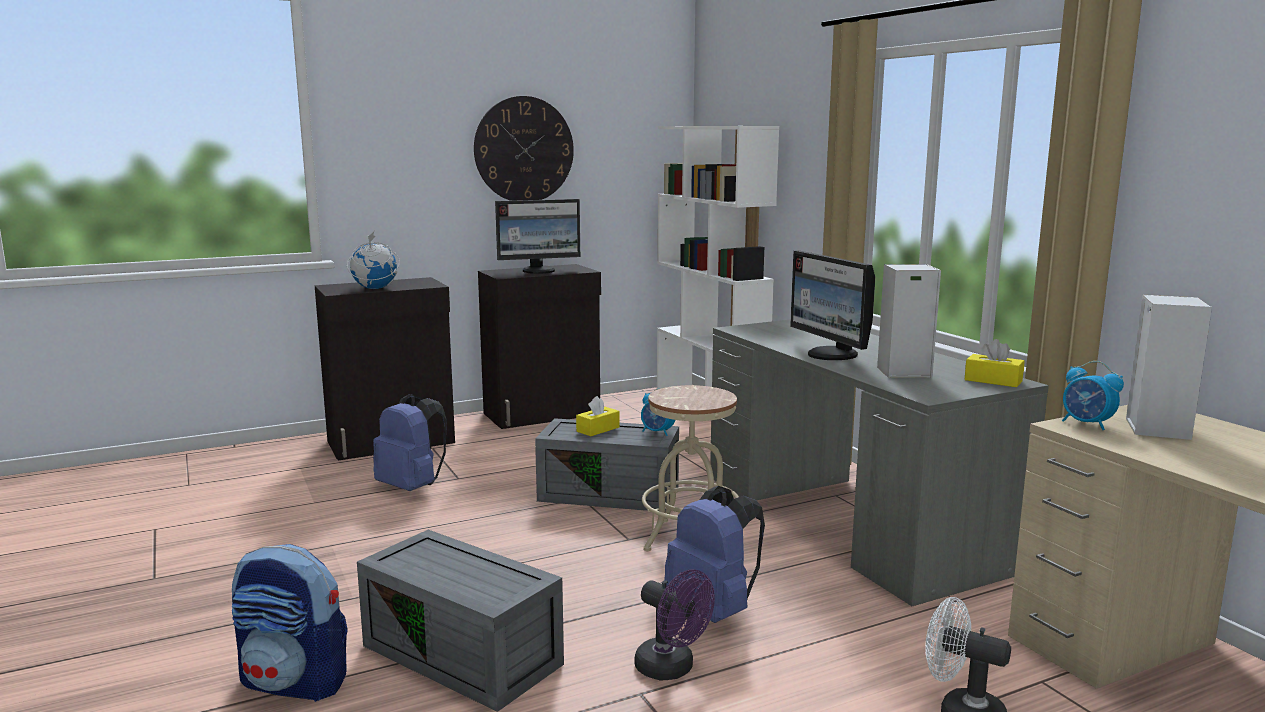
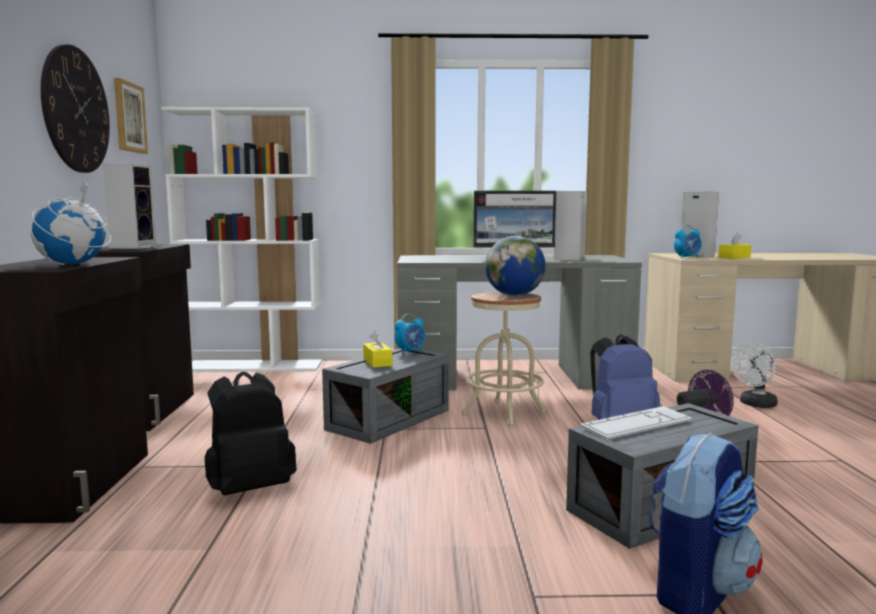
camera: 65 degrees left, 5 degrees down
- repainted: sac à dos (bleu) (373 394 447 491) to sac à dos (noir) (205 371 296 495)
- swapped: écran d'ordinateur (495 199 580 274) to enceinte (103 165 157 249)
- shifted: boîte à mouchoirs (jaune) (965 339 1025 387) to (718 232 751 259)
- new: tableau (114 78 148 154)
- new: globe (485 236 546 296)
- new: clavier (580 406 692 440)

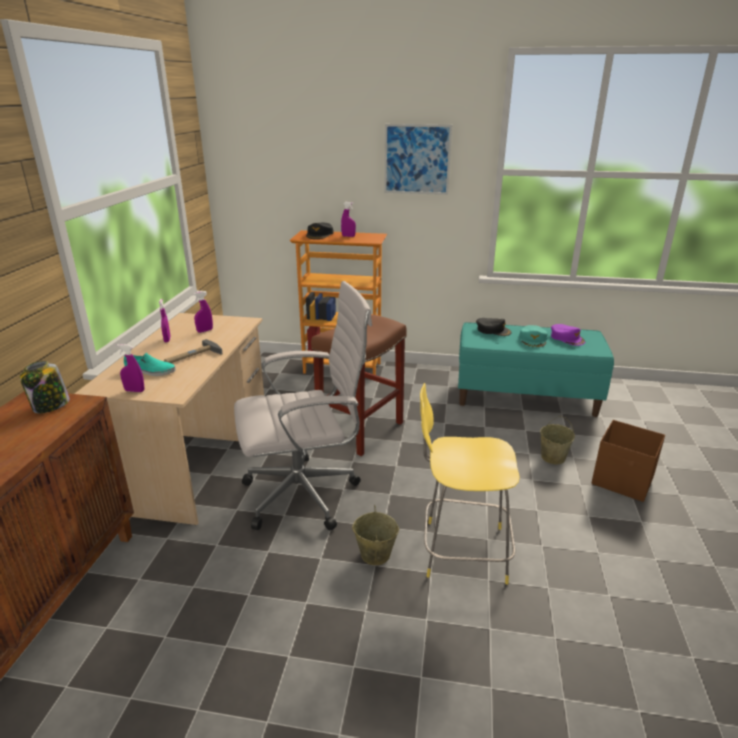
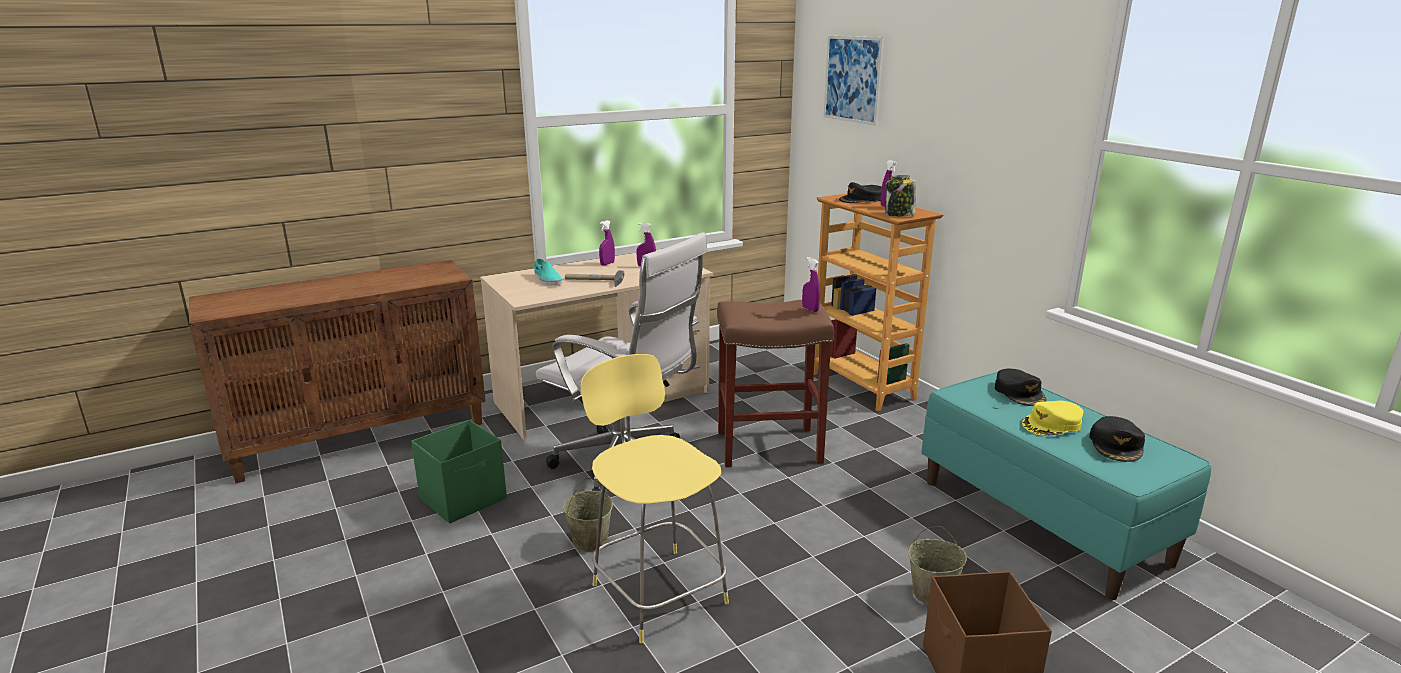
camera: 50 degrees right, 5 degrees down
- shifted: bocal (20 361 70 413) to (886 175 916 217)
- shifted: vaporisateur (violet) (117 344 145 392) to (802 257 820 312)
- shifted: tableau (384 124 452 195) to (824 36 884 126)
- repainted: casquette (turquoise) (519 325 548 348) to casquette (jaune) (1022 401 1084 436)
- repainted: casquette (violet) (551 324 585 346) to casquette (noir) (1089 416 1145 462)
- new: boîte de rangement (vert) (411 420 507 524)

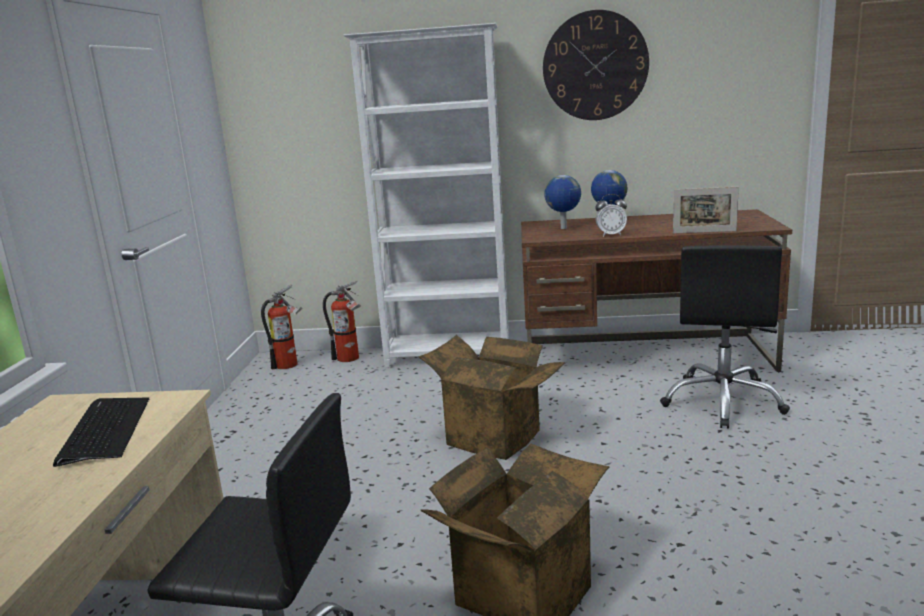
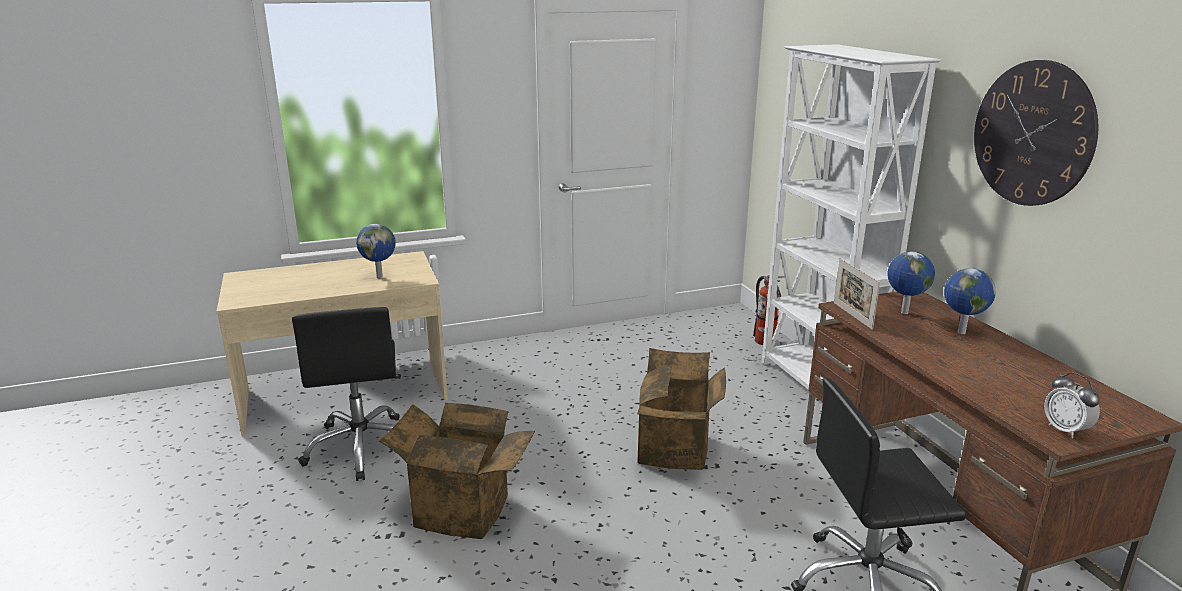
camera: 65 degrees right, 5 degrees up
- swapped: clavier (53 398 149 467) to globe (356 224 396 278)
- gone: extincteur (261 284 302 369)
- shifted: réveil (595 194 627 237) to (1044 372 1100 438)
- shifted: cadre photo (673 187 739 233) to (834 258 880 330)

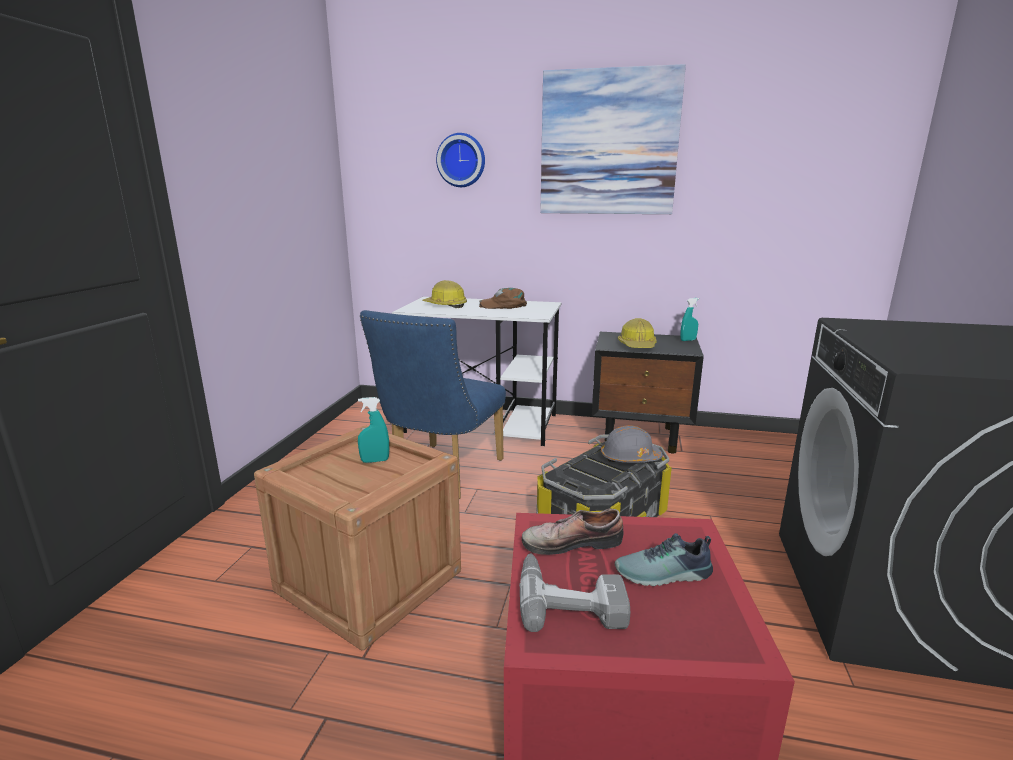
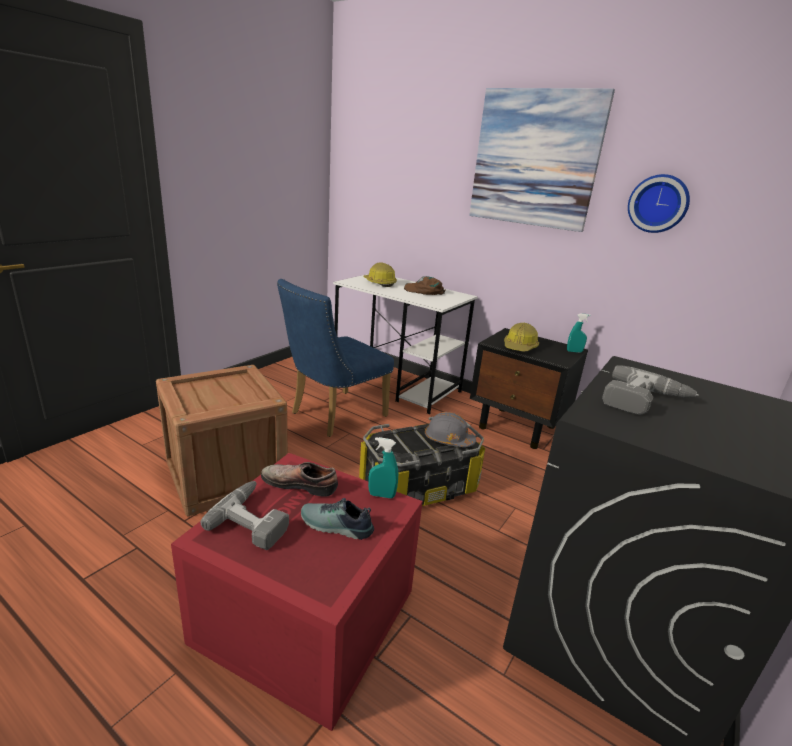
camera: 20 degrees right, 5 degrees up
- shifted: vaporisateur (turquoise) (358 397 389 463) to (368 437 398 498)
- shifted: horloge murale (436 133 485 187) to (628 174 690 233)
- new: perceuse (602 365 698 415)

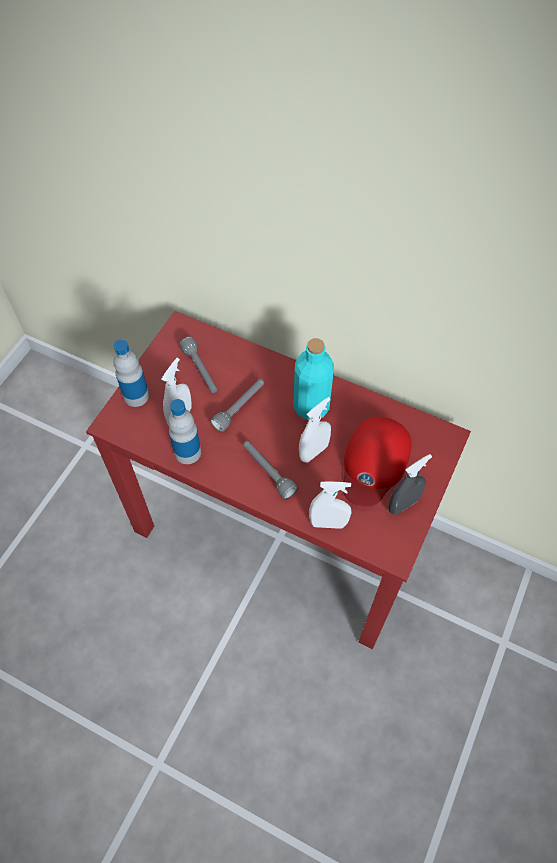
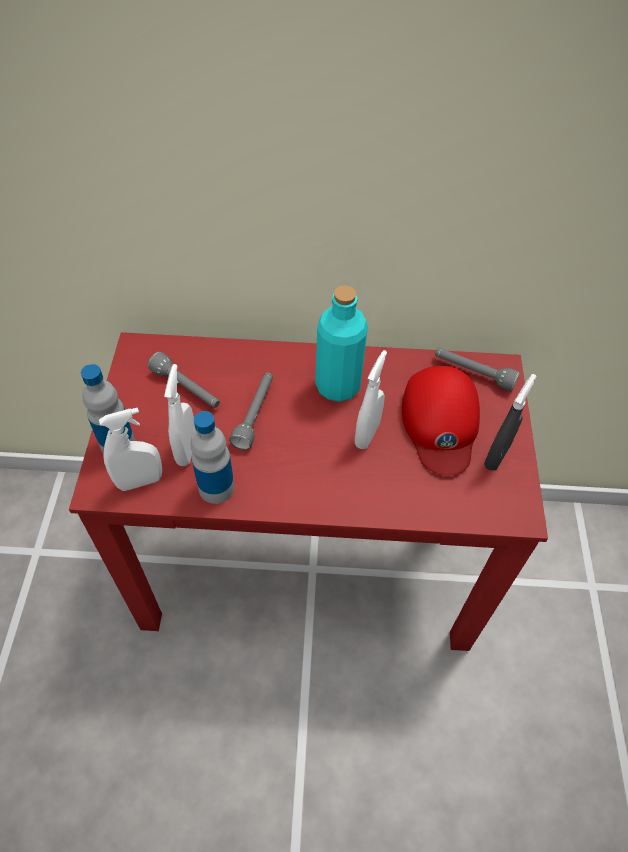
camera: 25 degrees left, 5 degrees down
- shifted: lampe de poche (gris) (243 441 298 499) to (435 348 520 392)
- shifted: vaporisateur (blanc) (309 481 351 529) to (99 407 163 491)

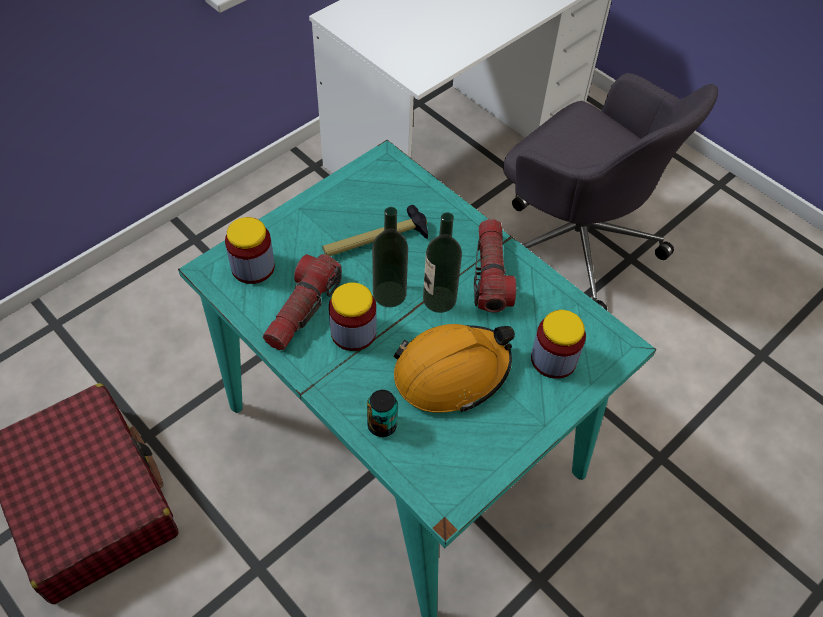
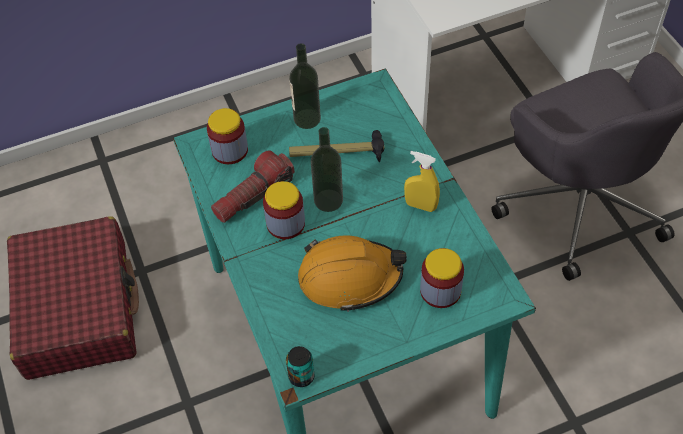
camera: 25 degrees right, 0 degrees up
- shifted: boîte métallique (367 390 398 437) to (286 346 314 387)
- shifted: bouteille (423 213 462 313) to (289 43 321 129)
- swapped: lampe de poche (474 219 516 313) to vaporisateur (jaune) (404 151 440 212)

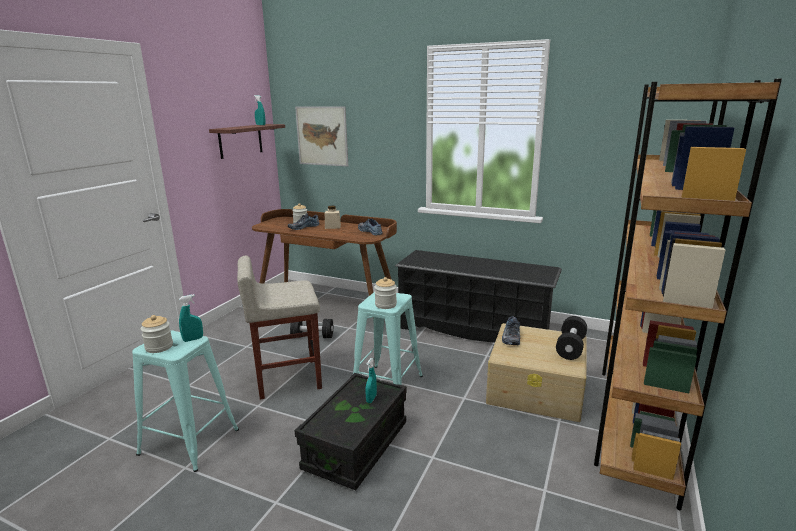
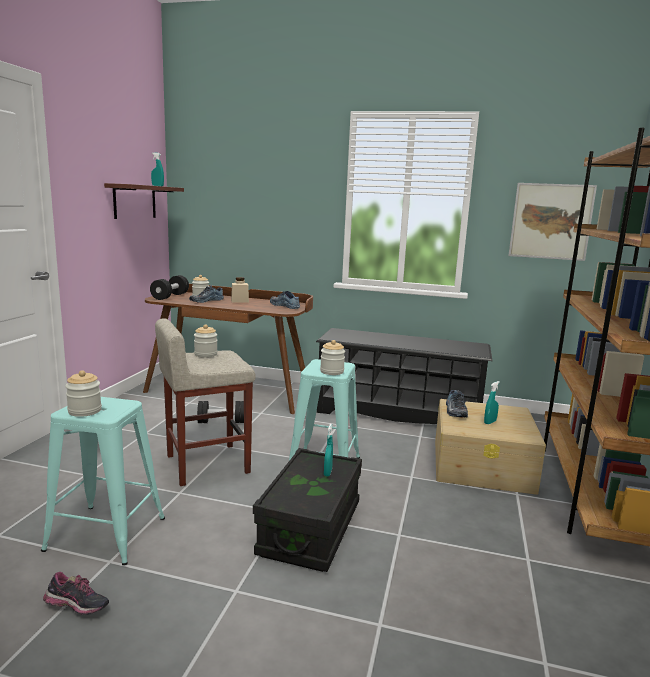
camera: 10 degrees left, 5 degrees down
- shifted: vaporisateur (turquoise) (179 294 203 342) to (484 381 500 424)
- shifted: tableau (295 106 348 166) to (508 183 597 261)
- shifted: haltère (noir) (556 316 587 360) to (150 275 189 300)
- new: chaussure (43 572 109 615)
- new: bocal (194 324 218 358)

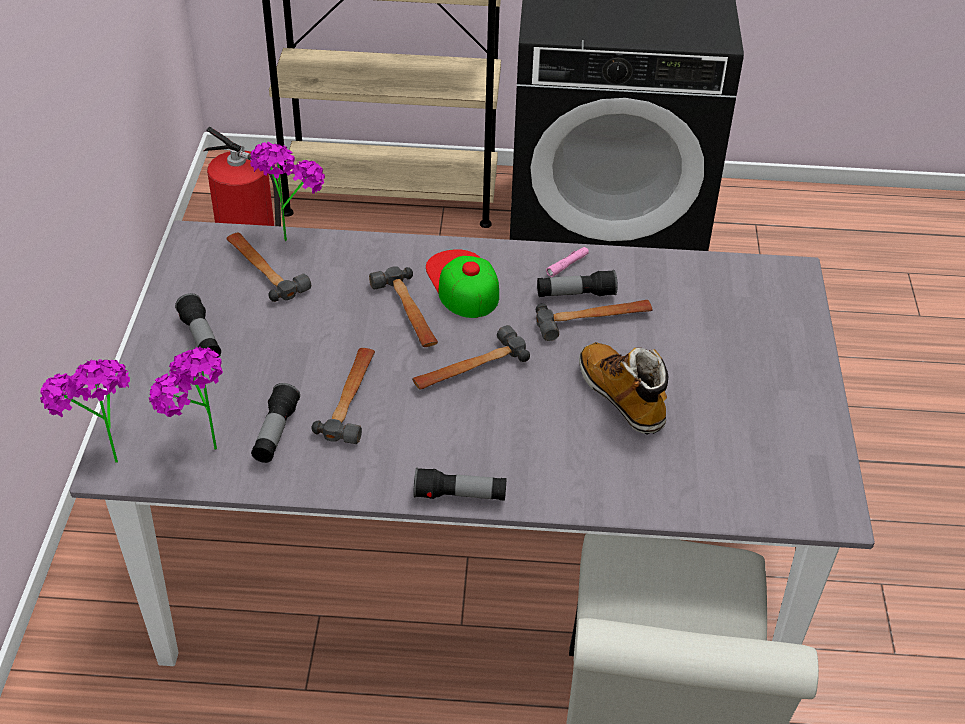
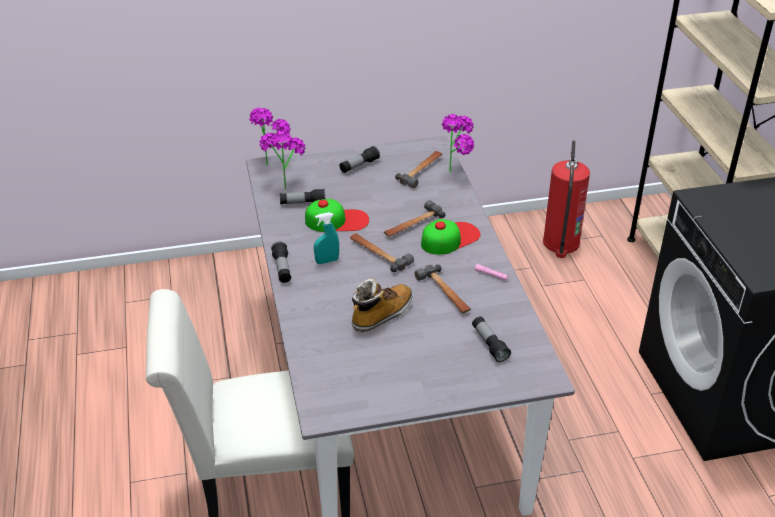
camera: 75 degrees right, 5 degrees down
- swapped: marteau (312 348 375 444) to casquette (305 199 369 232)
- shifted: lampe de poche (537 270 618 297) to (472 317 511 362)
- new: vaporisateur (turquoise) (314 212 339 264)

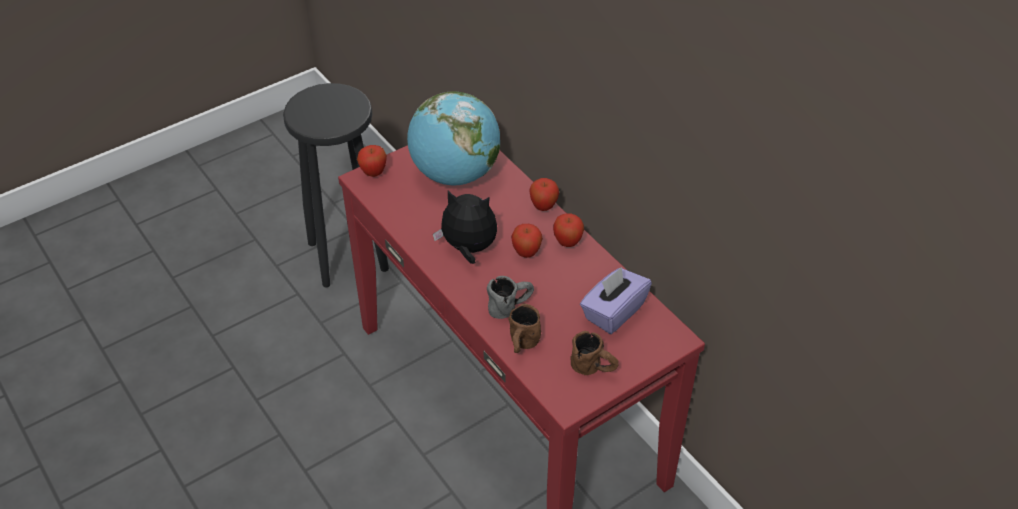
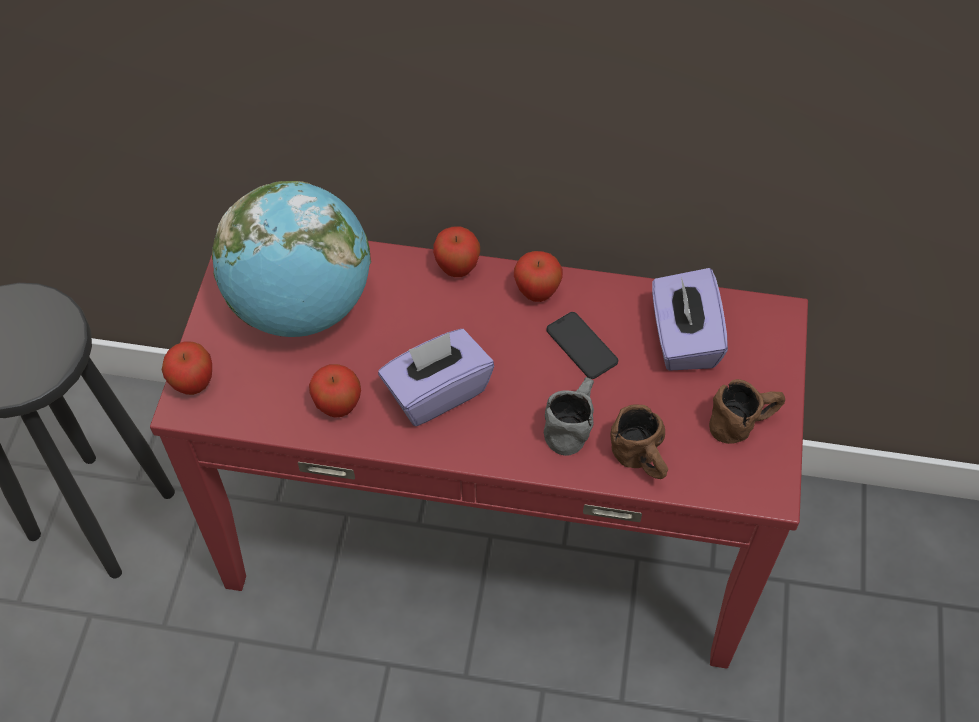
camera: 45 degrees left, 10 degrees up
- swapped: peluche (433 191 497 264) to boîte à mouchoirs (violet) (378 329 494 426)
- shifted: pomme (511 224 543 258) to (309 364 361 418)
- new: téléphone (547 312 618 379)

